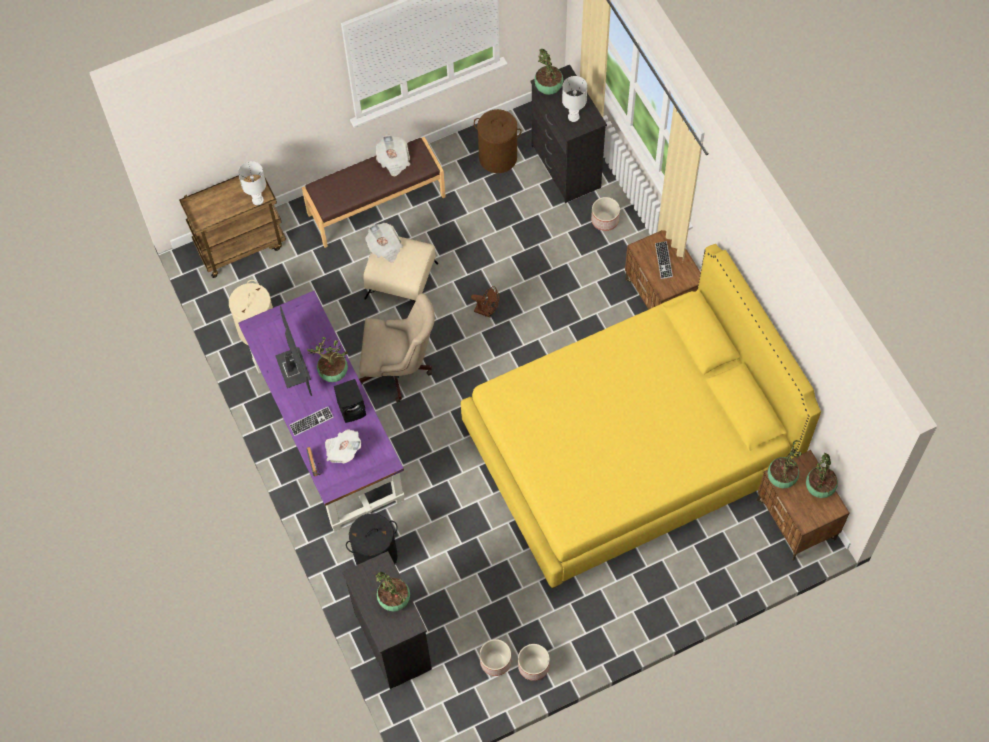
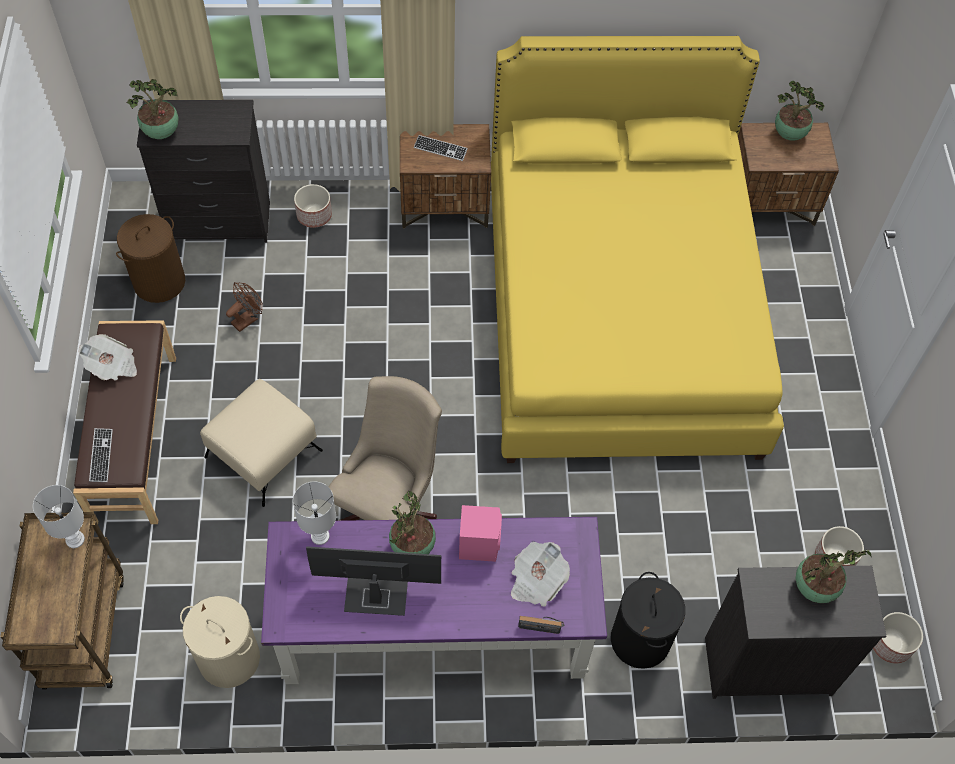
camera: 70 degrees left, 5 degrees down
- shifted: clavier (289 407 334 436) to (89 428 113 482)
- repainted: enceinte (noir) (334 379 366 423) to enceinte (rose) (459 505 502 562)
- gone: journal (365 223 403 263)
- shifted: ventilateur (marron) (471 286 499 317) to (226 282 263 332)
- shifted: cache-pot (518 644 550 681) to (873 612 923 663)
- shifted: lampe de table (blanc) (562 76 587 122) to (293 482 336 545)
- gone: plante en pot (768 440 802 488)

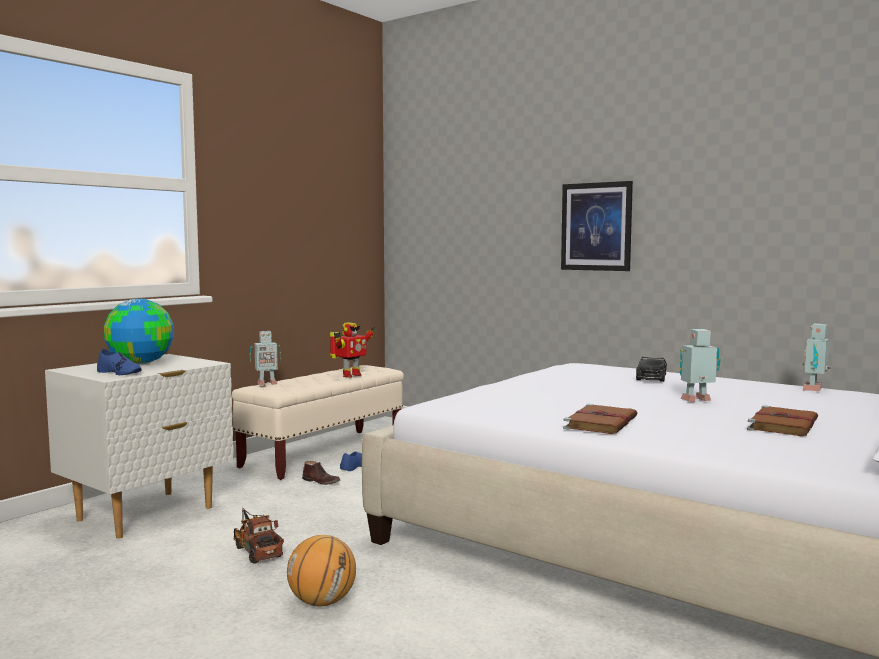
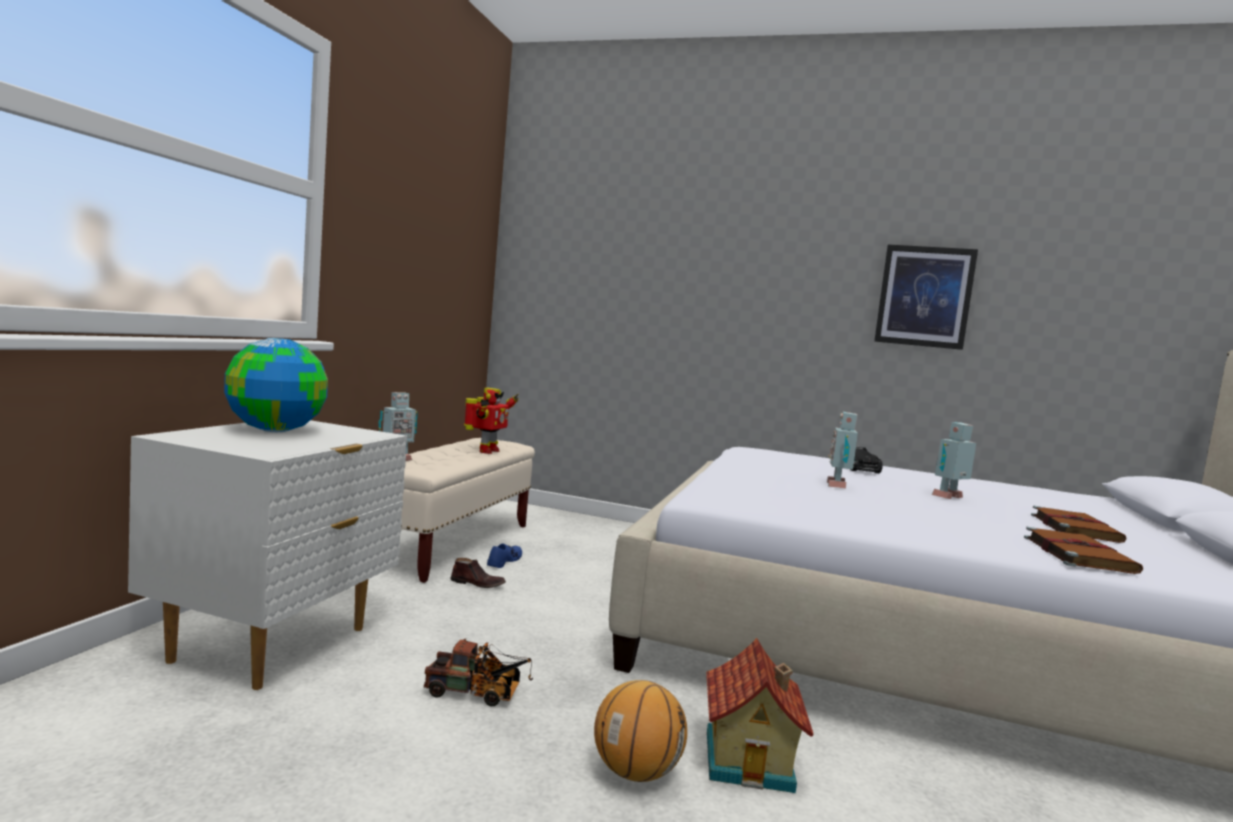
camera: 20 degrees left, 0 degrees up
- gone: chaussure (bleu) (97 349 142 375)
- rotated: camion jouet (233 508 284 564) = (424 638 533 706) 150 degrees clockwise
- shifted: tableau (561 181 633 271) to (874 245 978 350)
- shifted: livre (marron) (563 404 637 434) to (1024 527 1143 574)
- shifted: robot jouet (802 323 831 391) to (827 412 858 488)
- new: maison miniature (706 638 814 793)

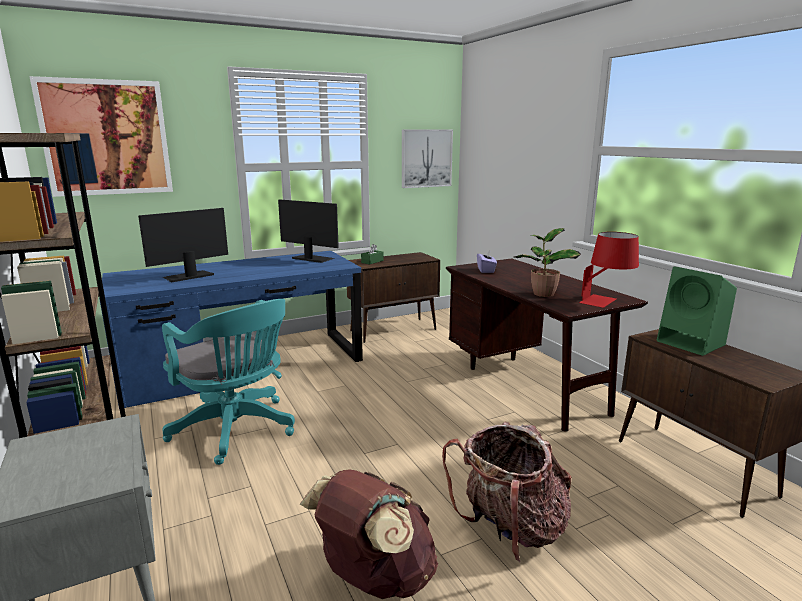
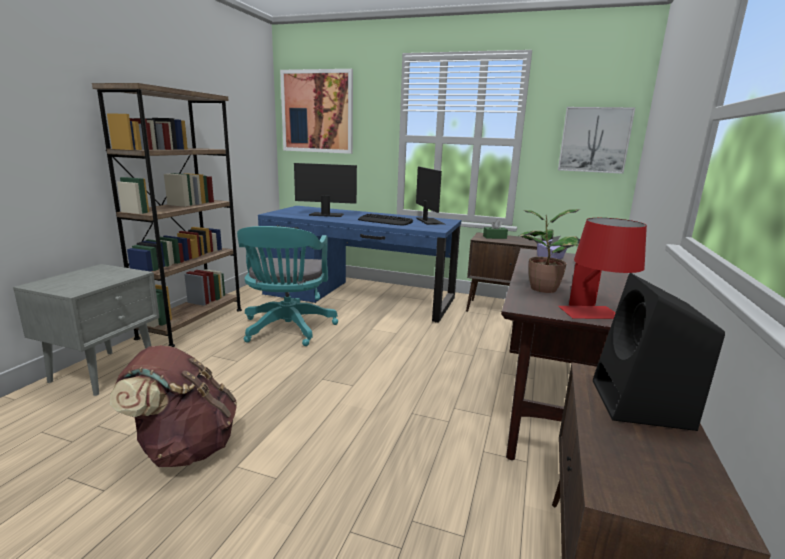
camera: 45 degrees right, 0 degrees up
- gone: sac à dos (442 421 571 563)
- repainted: enceinte (vert) (657 266 737 356) to enceinte (noir) (593 273 725 431)
- new: clavier (358 214 413 226)

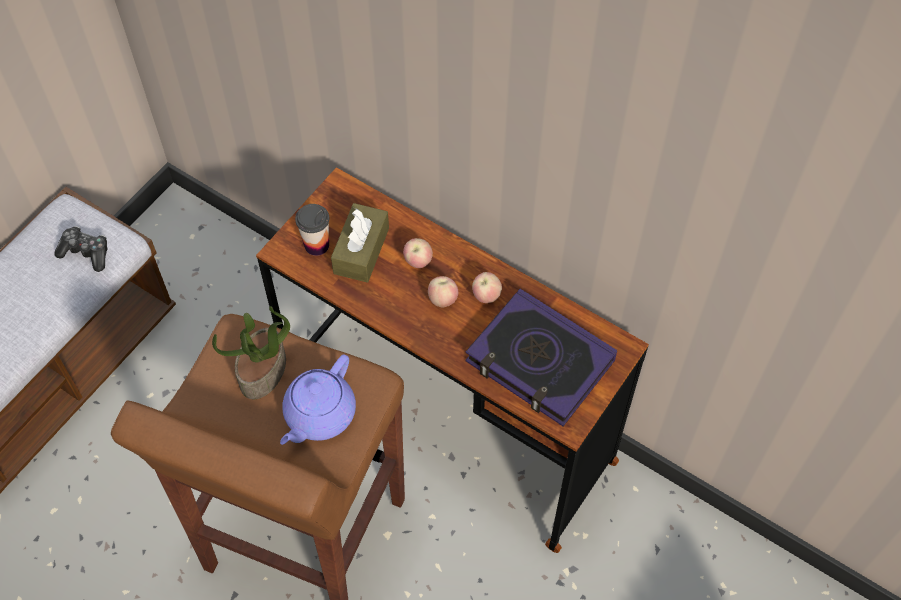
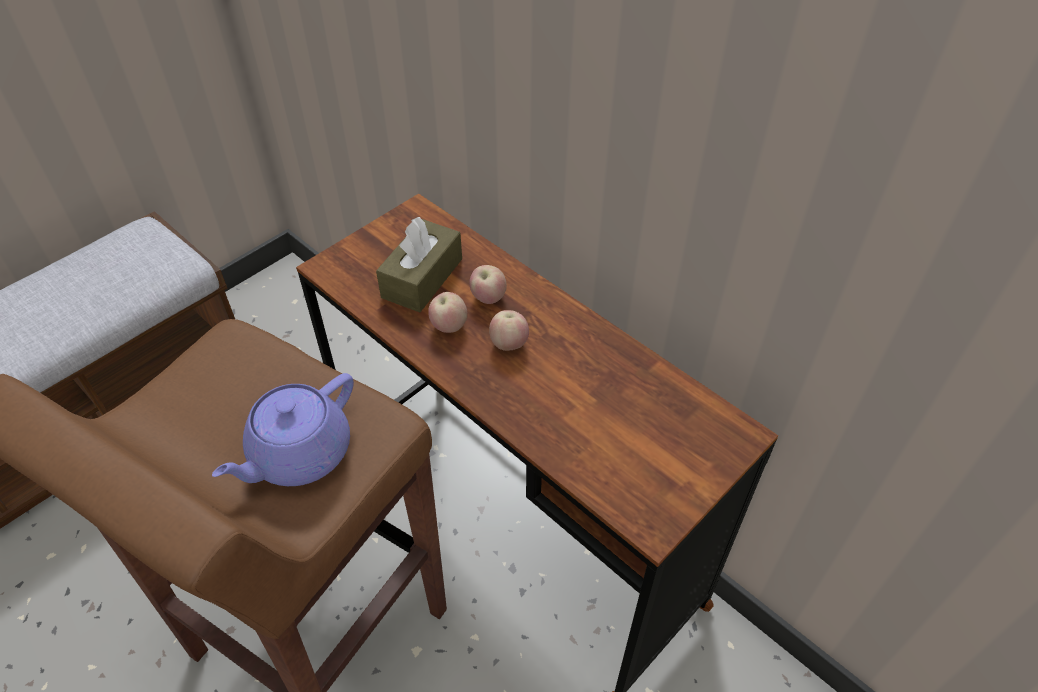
camera: 10 degrees right, 10 degrees down
- gone: manette (54 226 107 272)
- gone: plante en pot (212 306 290 399)
- gone: tasse (295 204 329 256)
- gone: livre (465 289 617 426)
- shifted: pomme (472 272 502 303) to (428 292 468 333)

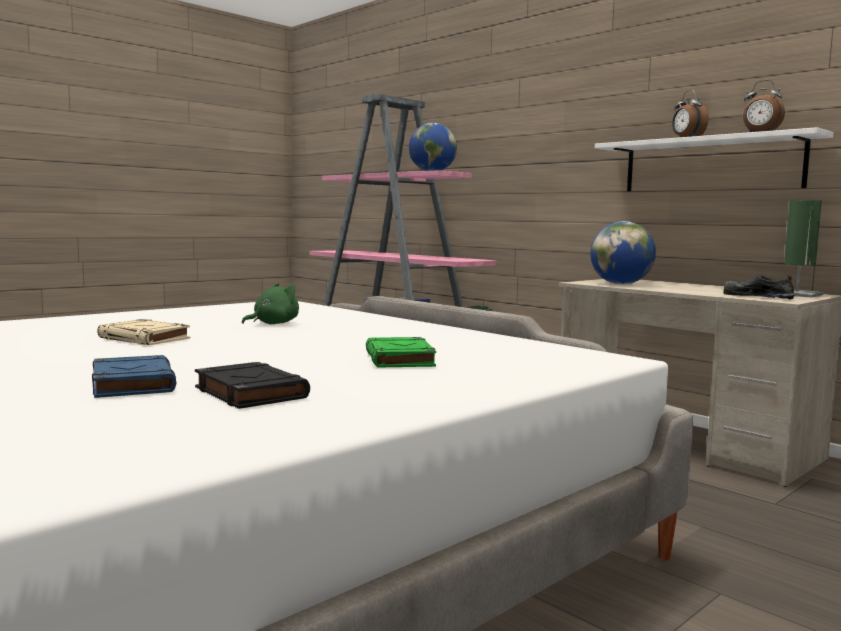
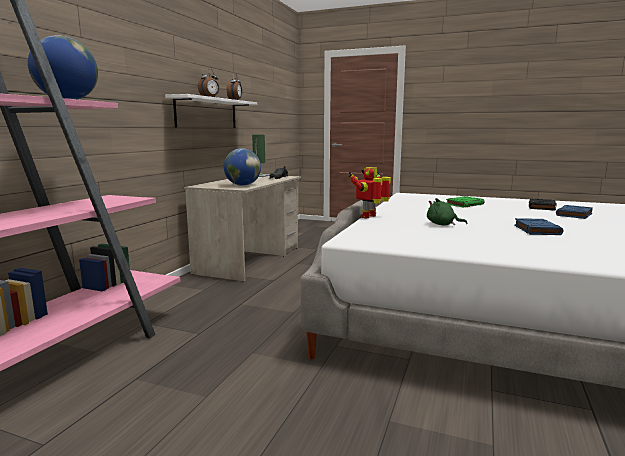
camera: 115 degrees left, 5 degrees up
- repainted: livre (beige) (97 319 190 345) to livre (bleu) (514 218 563 235)
- new: robot jouet (348 167 391 218)

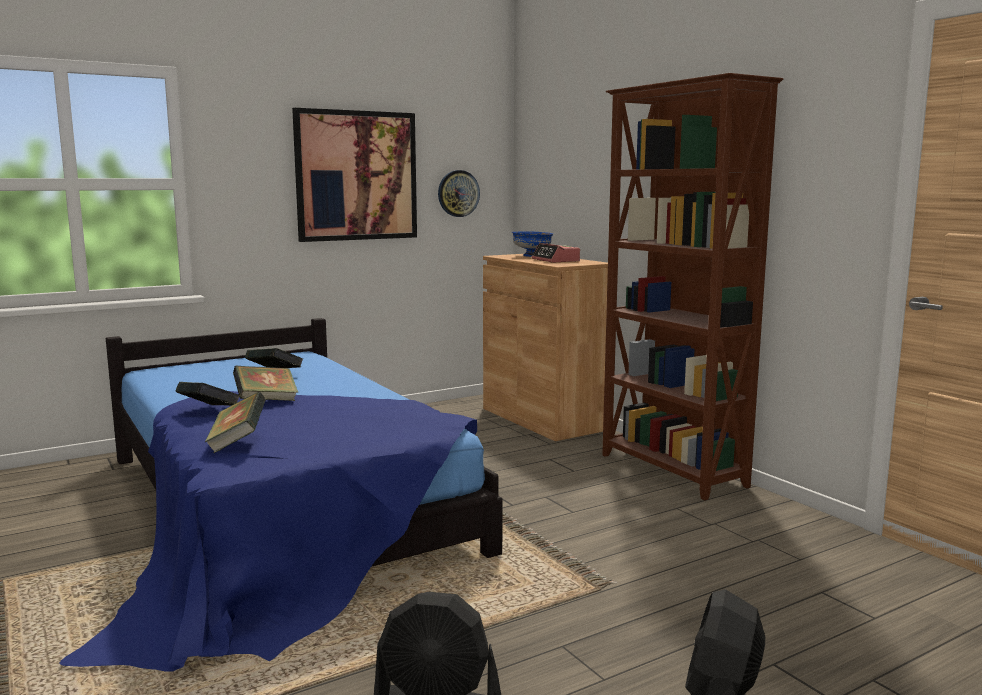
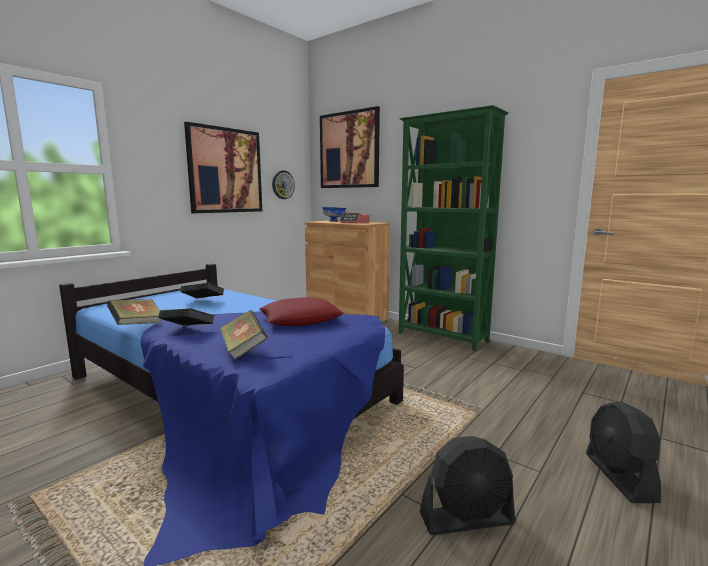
camera: 20 degrees left, 0 degrees up
- shifted: livre (233 366 298 401) to (107 299 161 325)
- repainted: bibliothèque (marron) (602 73 783 500) to bibliothèque (vert) (399 105 509 351)
- new: coussin (rouge) (259 297 344 326)
- new: tableau (320 106 380 188)

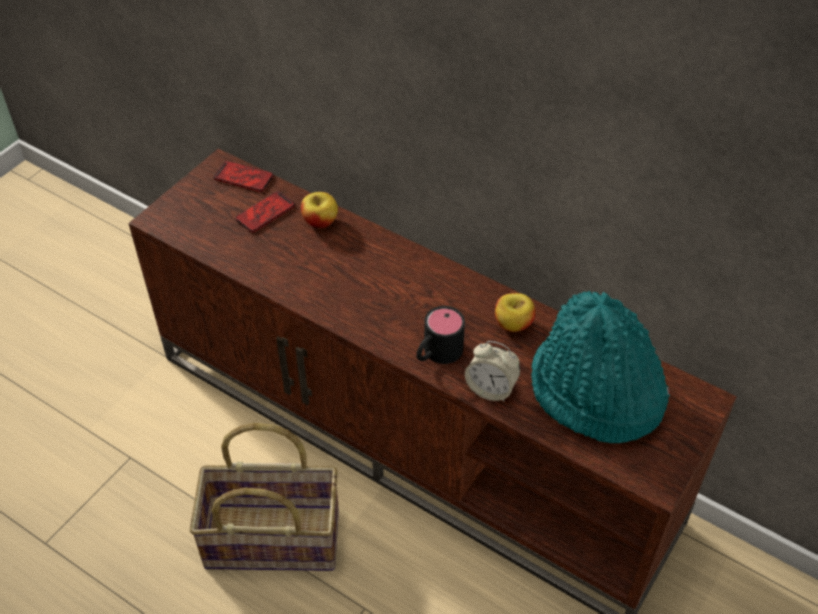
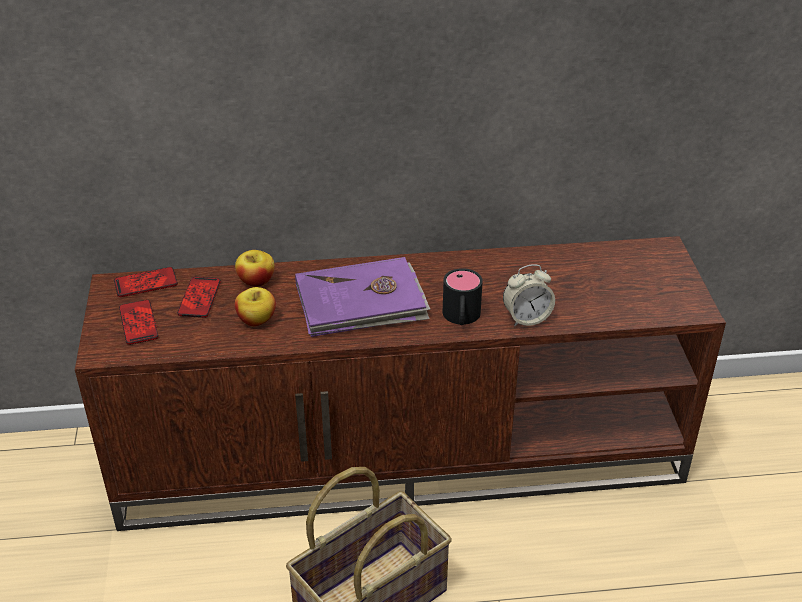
camera: 40 degrees left, 10 degrees down
- shifted: pomme (495 293 536 332) to (235 287 276 326)
- gone: chapeau (turquoise) (531 291 670 443)
- new: téléphone (119 300 159 345)
- new: livre (violet) (295 257 431 337)

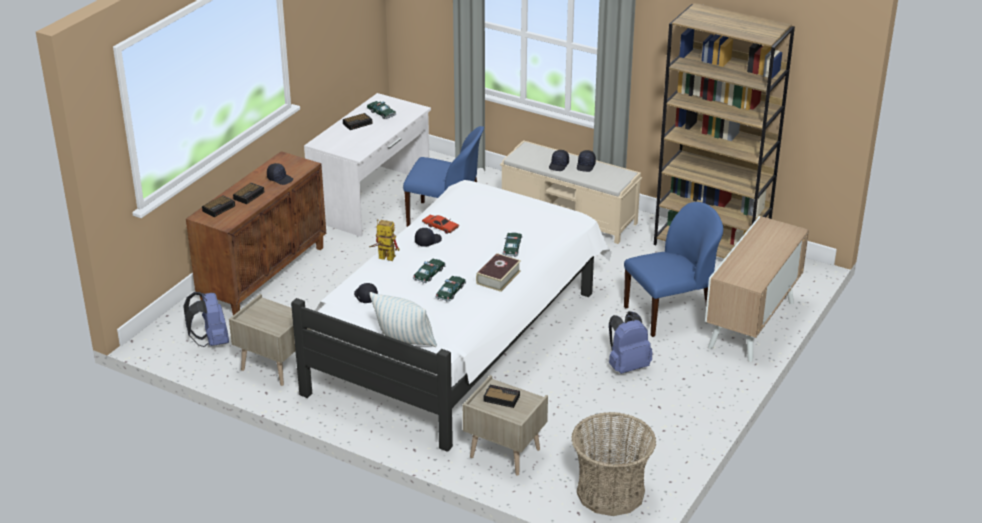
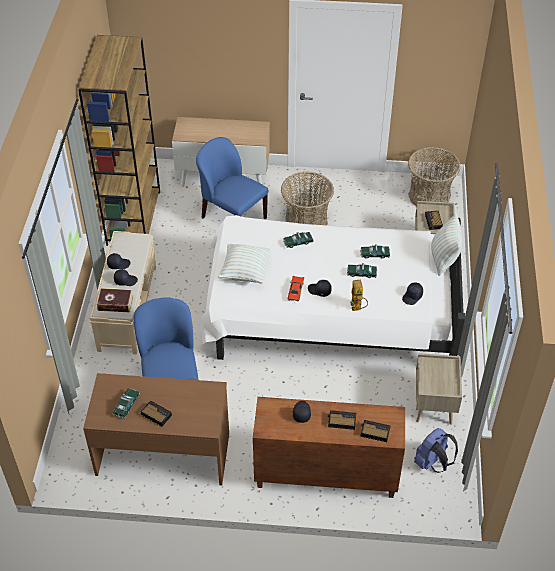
camera: 115 degrees left, 15 degrees up
- repainted: bureau (blanc) (304 93 431 237) to bureau (marron) (83 373 229 485)
- shifted: livre (476 253 521 292) to (96 288 134 312)
- swapped: sac à dos (bleu) (609 311 652 374) to panier (281 172 334 225)
- new: coussin (218 243 272 283)

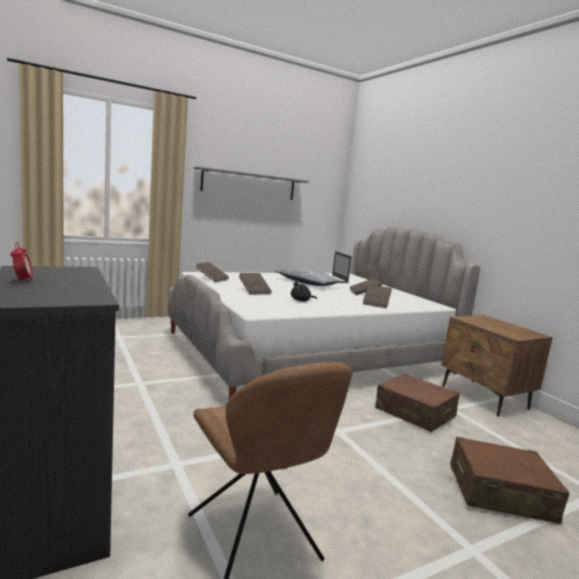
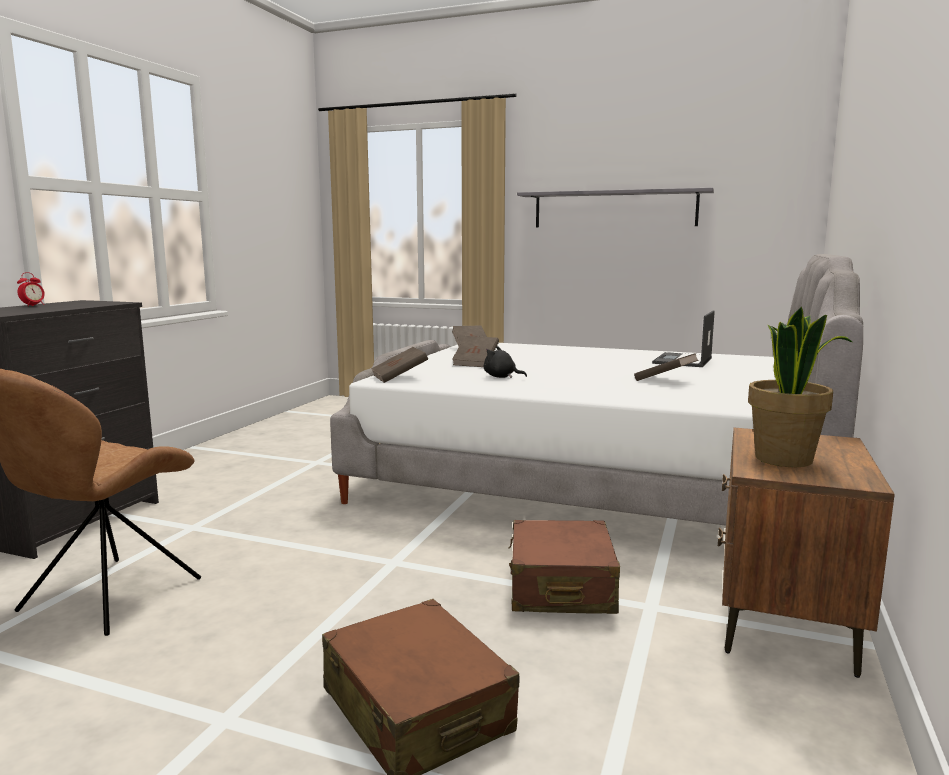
camera: 50 degrees right, 0 degrees up
- gone: coussin (275 267 342 286)
- shifted: livre (marron) (363 284 392 308) to (371 347 428 383)
- new: plante en pot (748 307 852 467)

